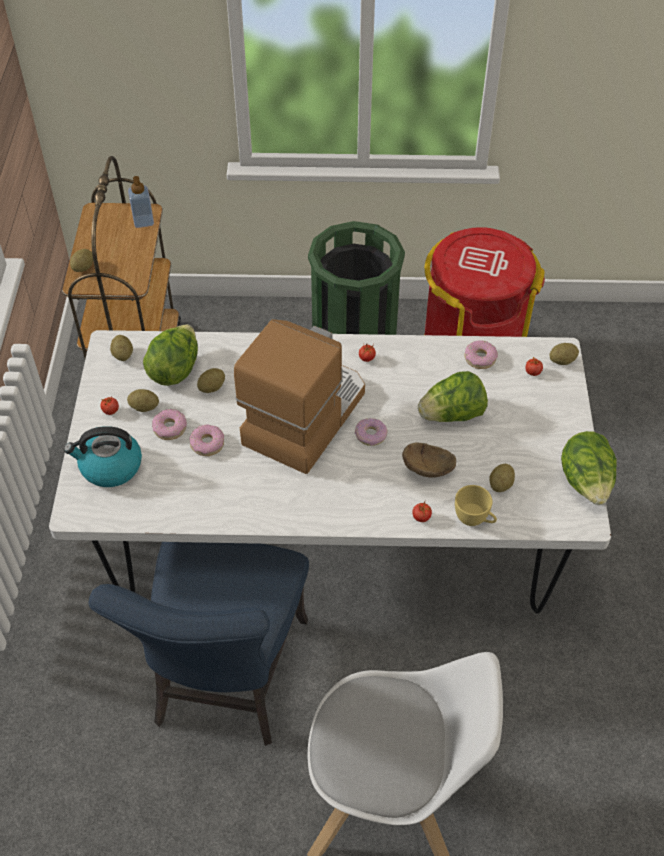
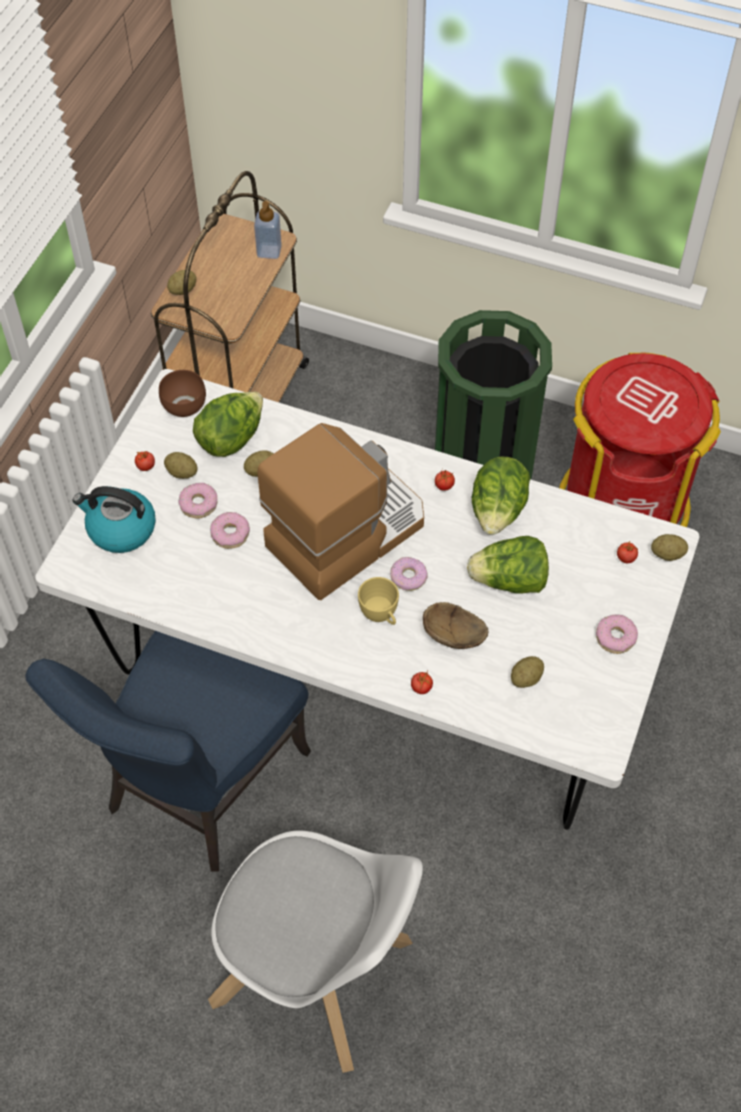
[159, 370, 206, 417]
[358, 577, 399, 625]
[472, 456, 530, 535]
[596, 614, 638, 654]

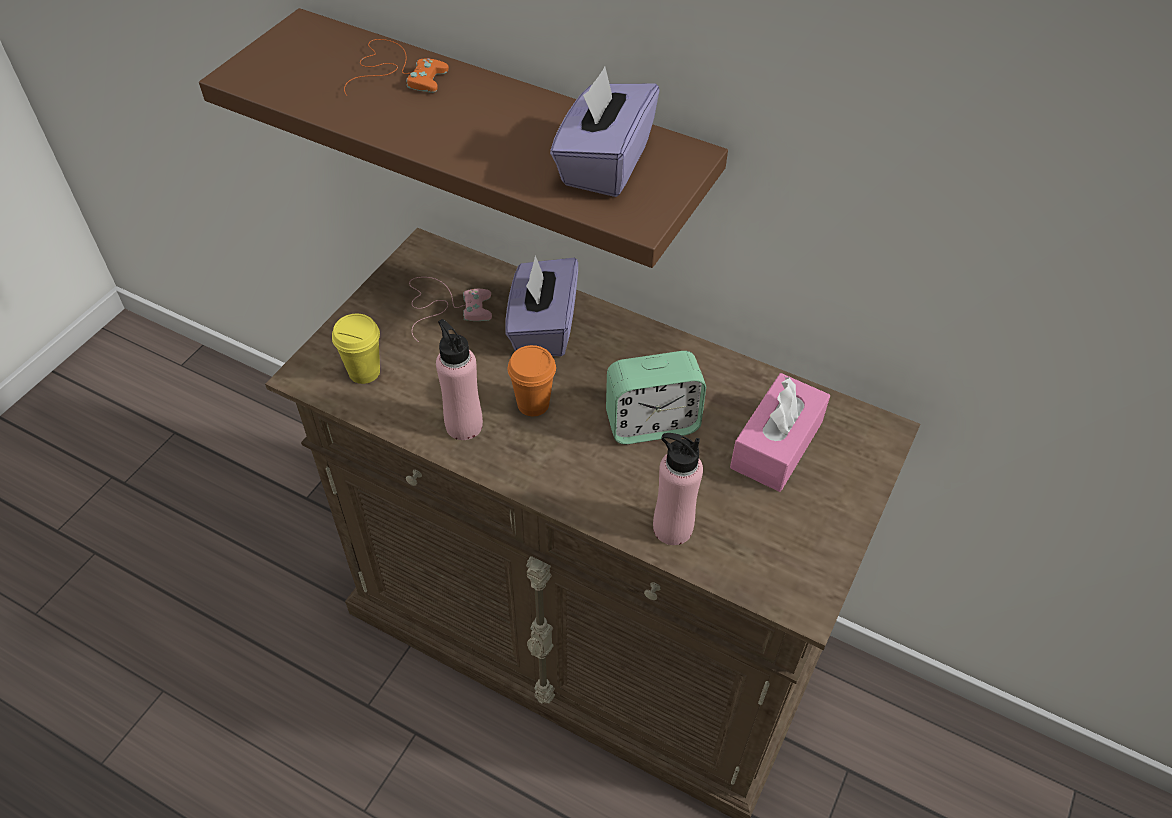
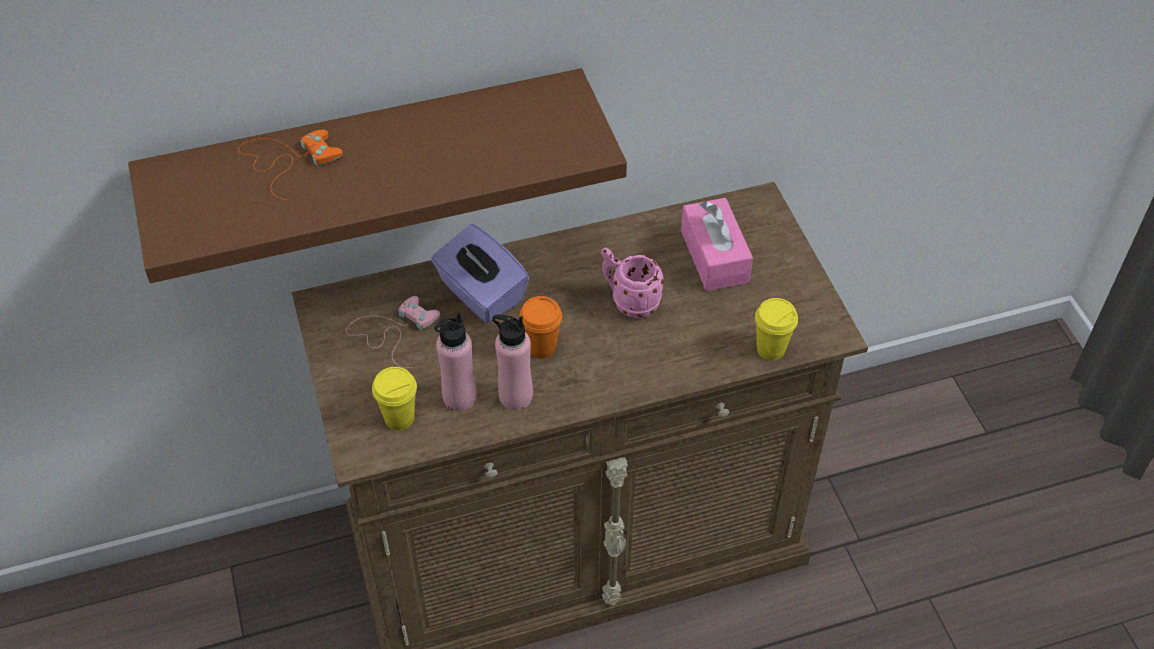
[434, 312, 477, 411]
[601, 248, 664, 318]
[755, 298, 798, 361]
[550, 67, 659, 197] (first image)

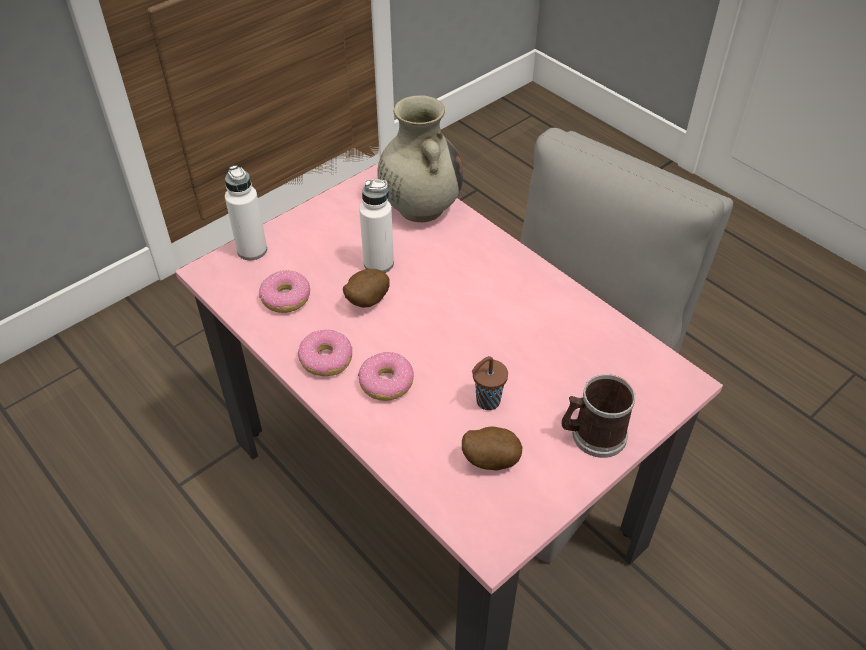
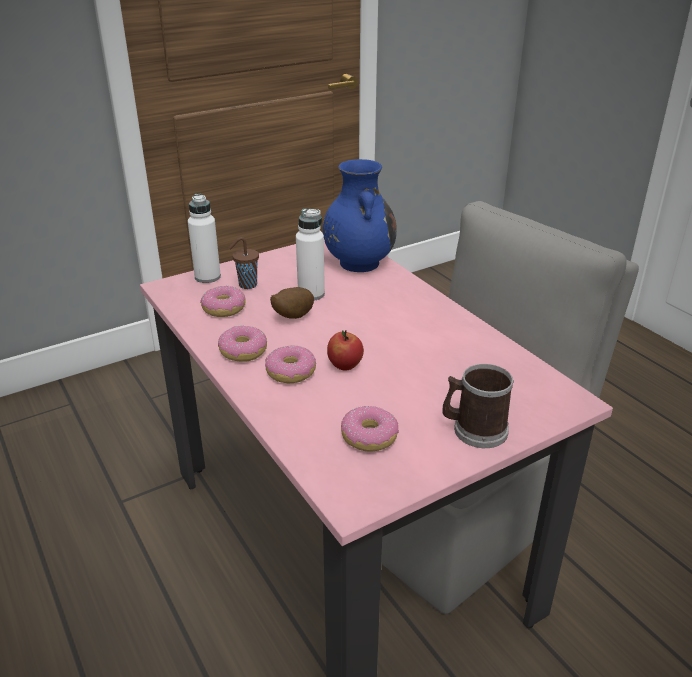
[229, 237, 259, 289]
[323, 159, 397, 272]
[327, 330, 364, 371]
[341, 406, 399, 452]

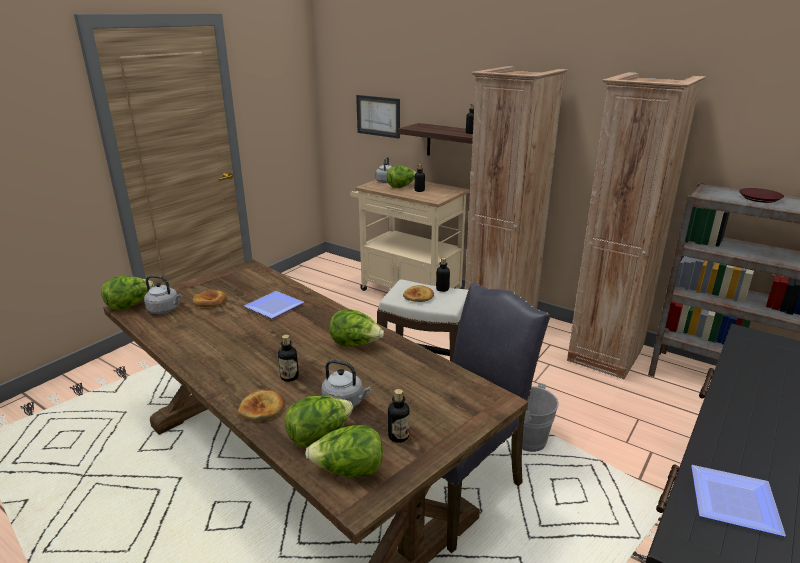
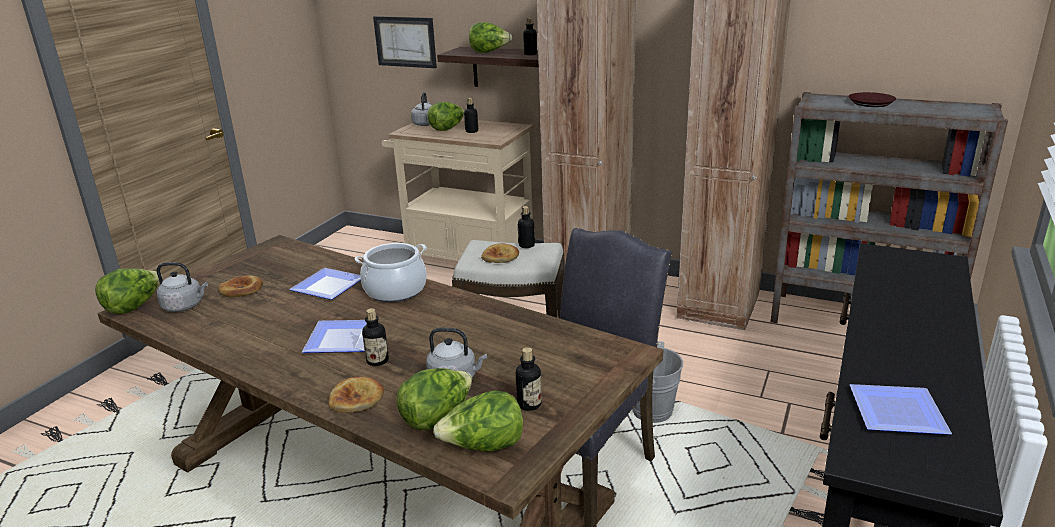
[302, 320, 367, 353]
[355, 243, 427, 302]
[469, 22, 512, 53]

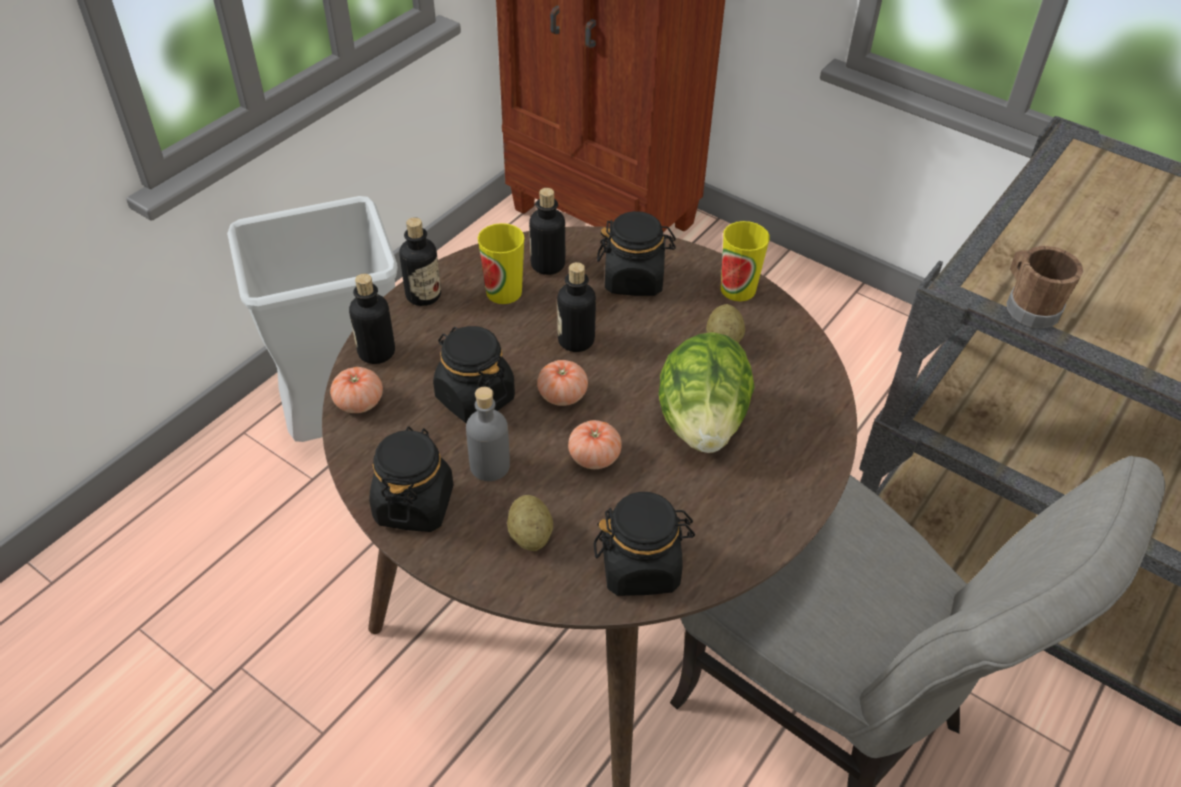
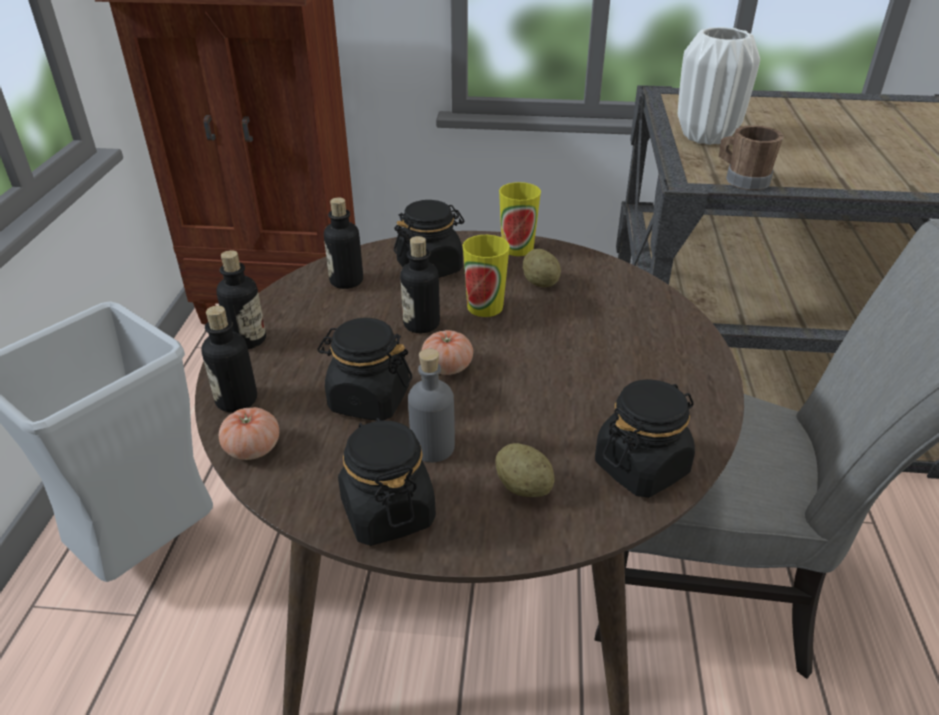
[462, 235, 510, 317]
[678, 27, 760, 145]
[568, 420, 622, 469] (first image)
[659, 332, 755, 453] (first image)

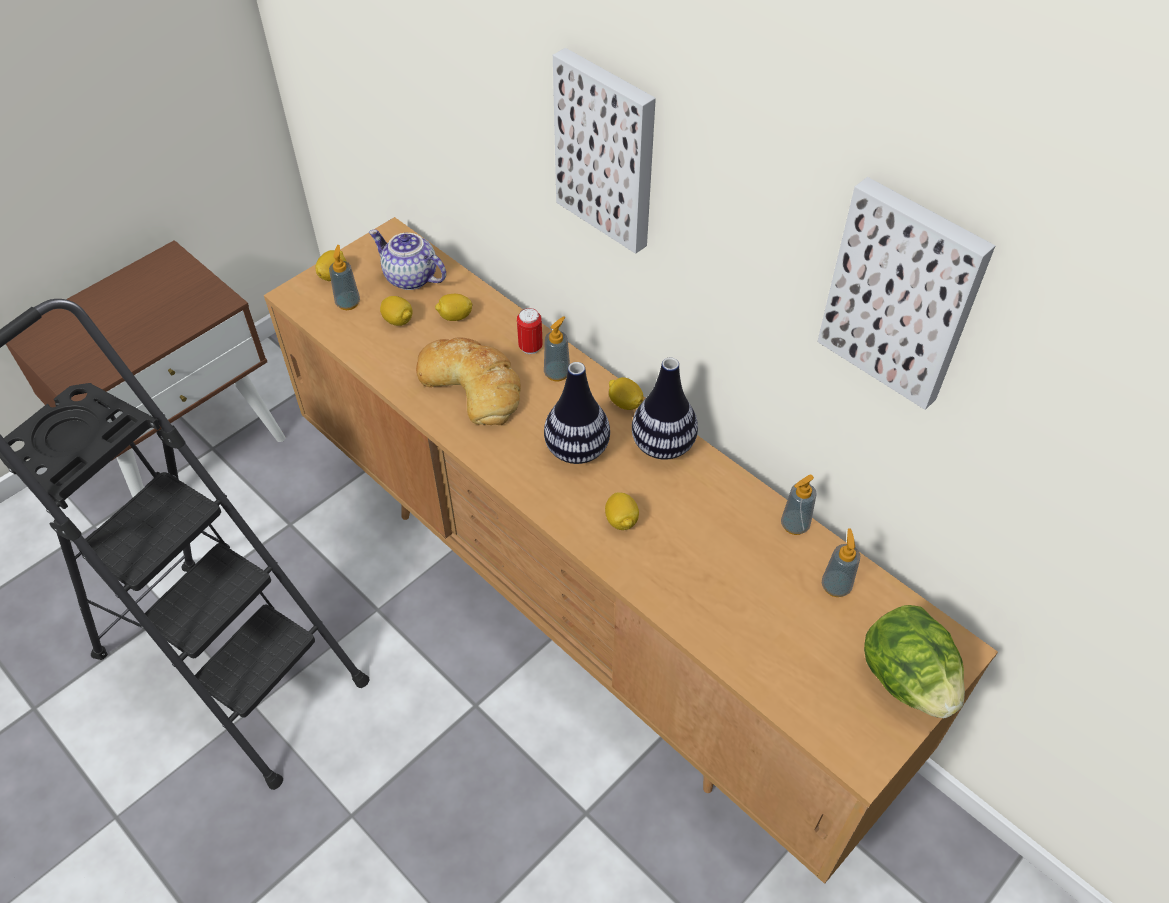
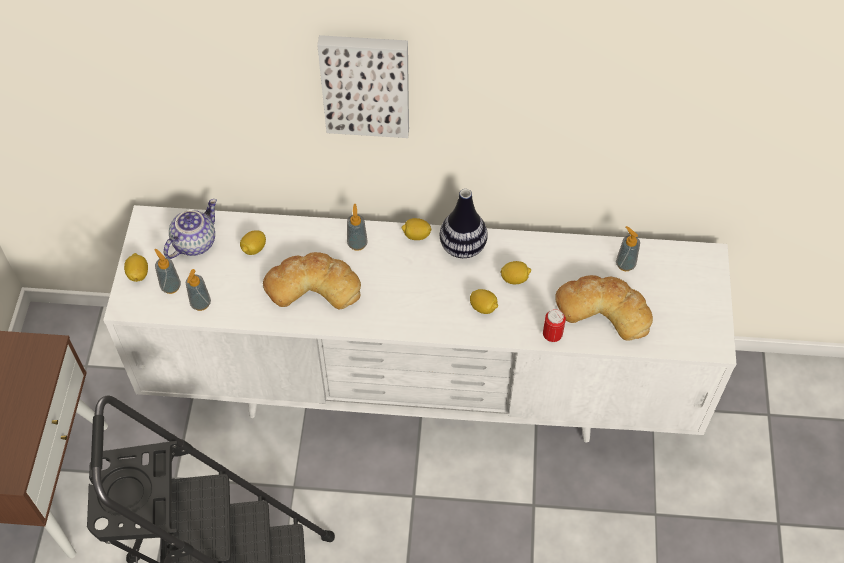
[103, 205, 736, 443]
[164, 199, 217, 259]
[186, 269, 211, 311]
[500, 261, 531, 284]
[543, 309, 566, 342]
[555, 275, 653, 341]
[544, 362, 610, 464] (first image)
[817, 177, 995, 410] (first image)
[864, 605, 965, 718] (first image)

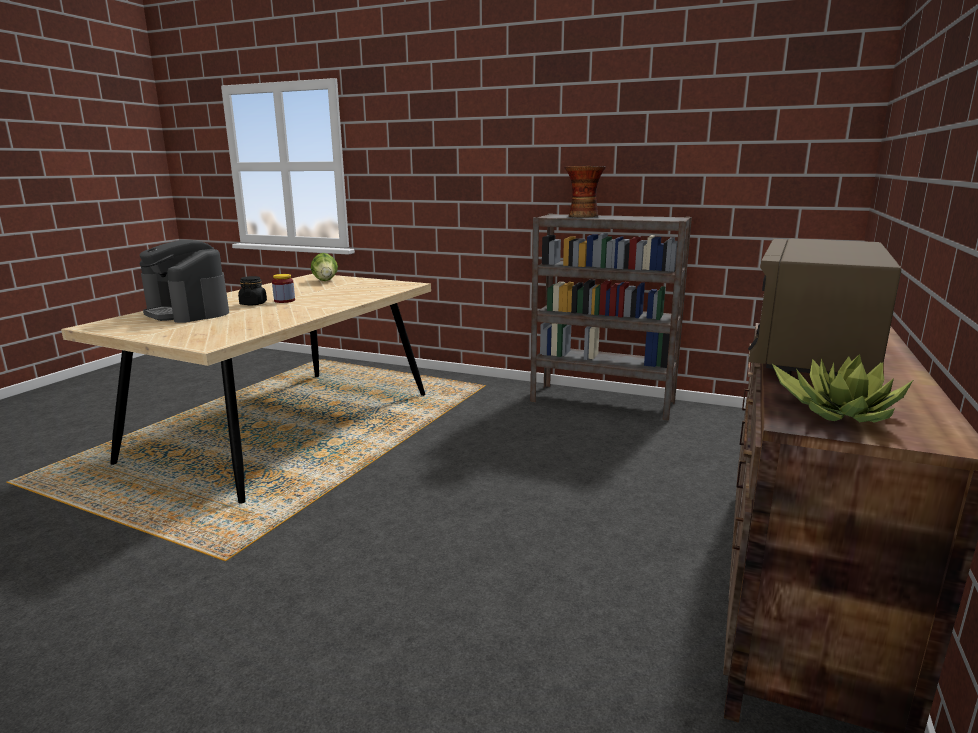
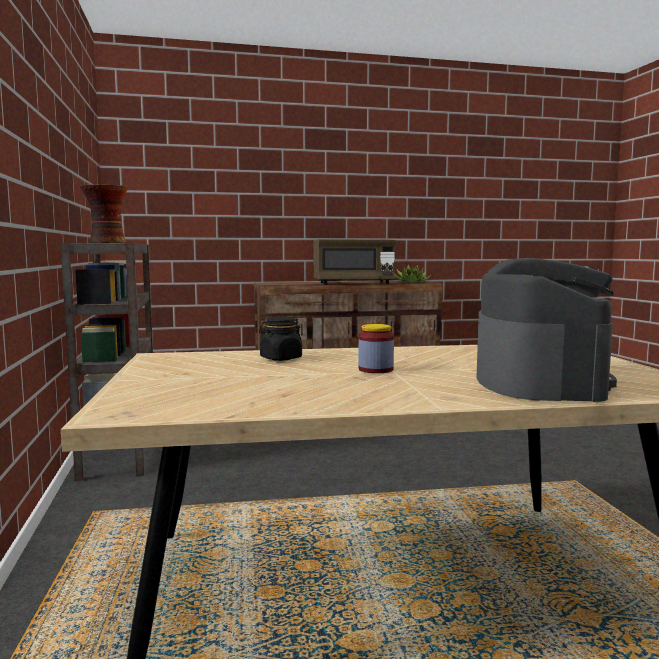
[259, 317, 302, 361]
[311, 253, 338, 281] (first image)

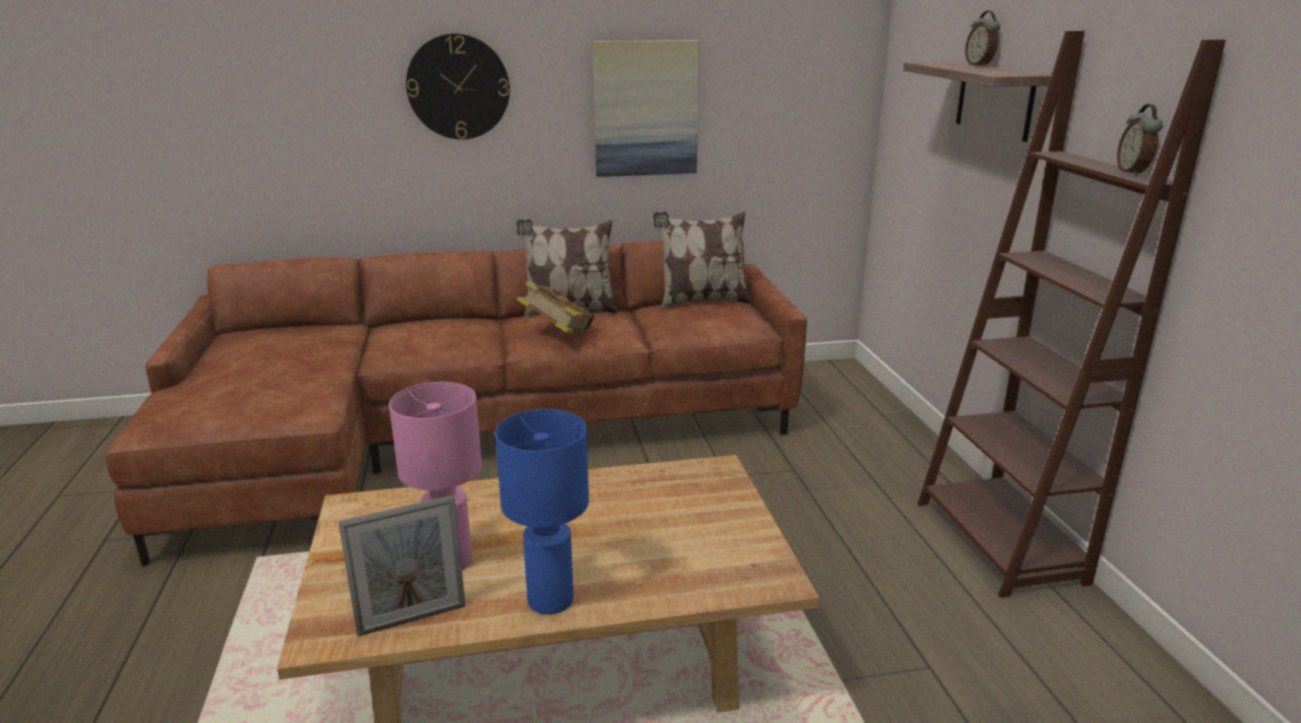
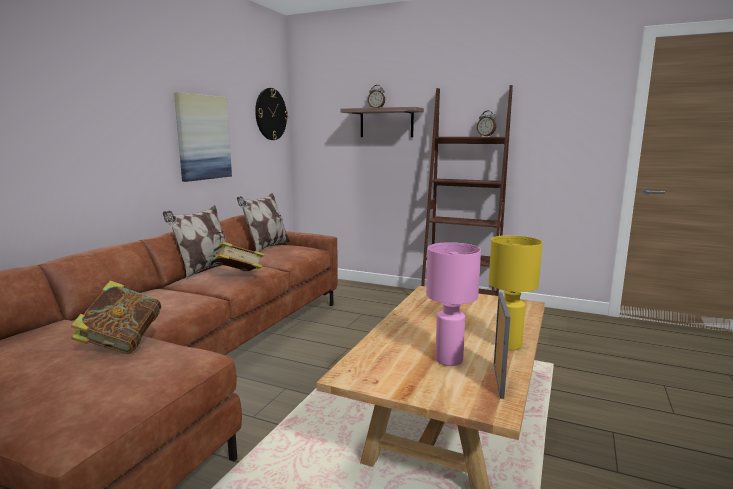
[71, 281, 161, 354]
[255, 88, 288, 140]
[489, 235, 542, 350]

